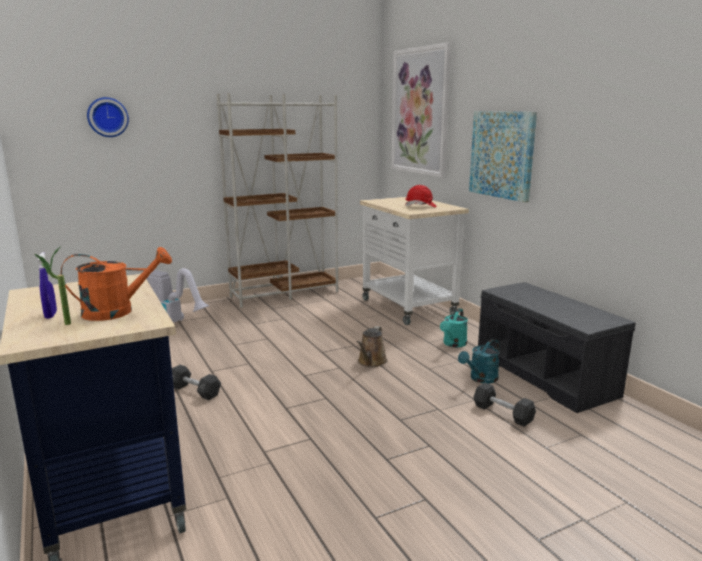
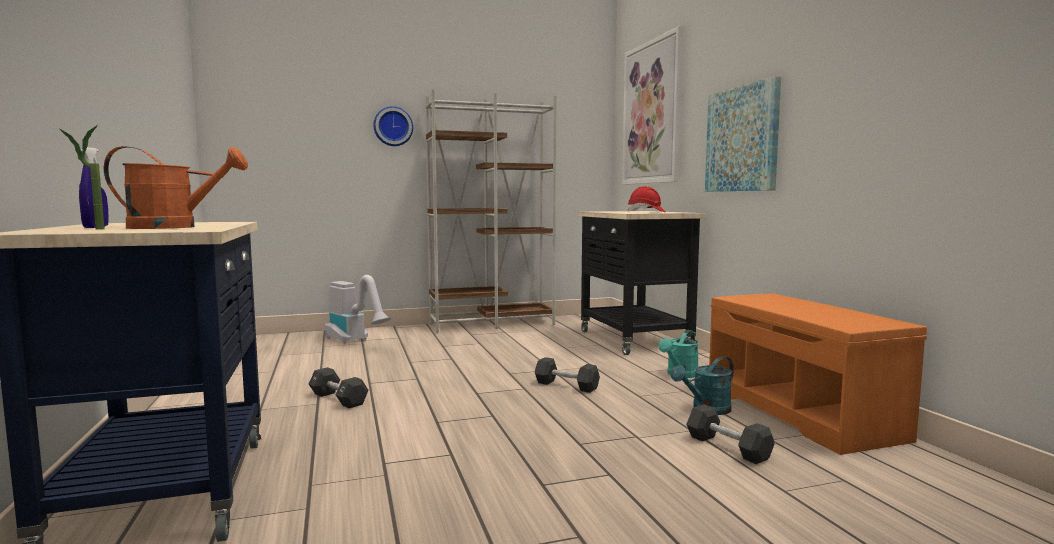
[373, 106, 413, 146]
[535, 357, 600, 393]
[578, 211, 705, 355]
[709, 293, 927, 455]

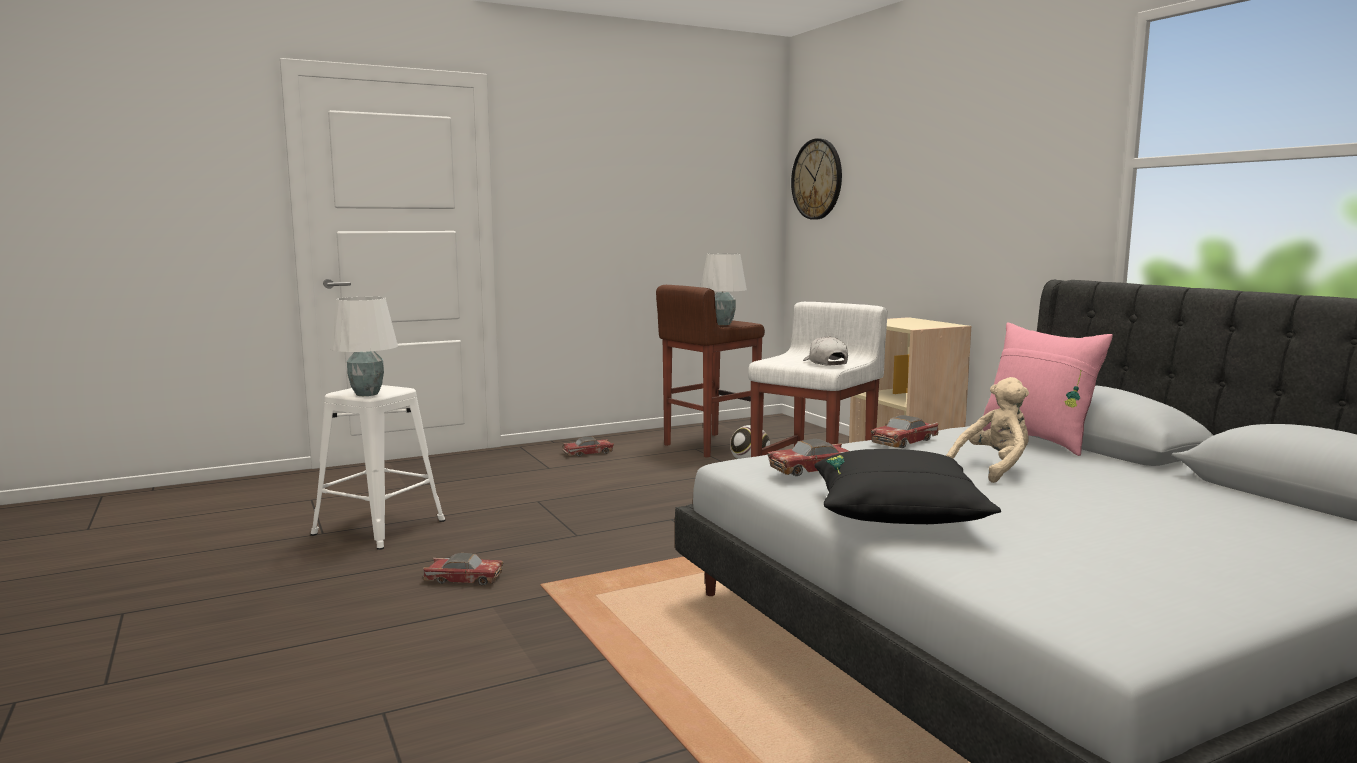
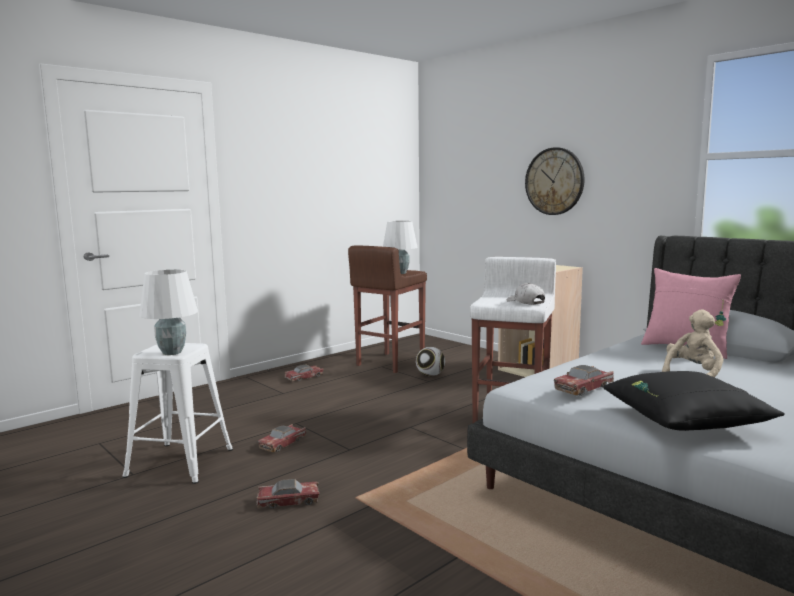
[257, 424, 307, 453]
[525, 147, 585, 215]

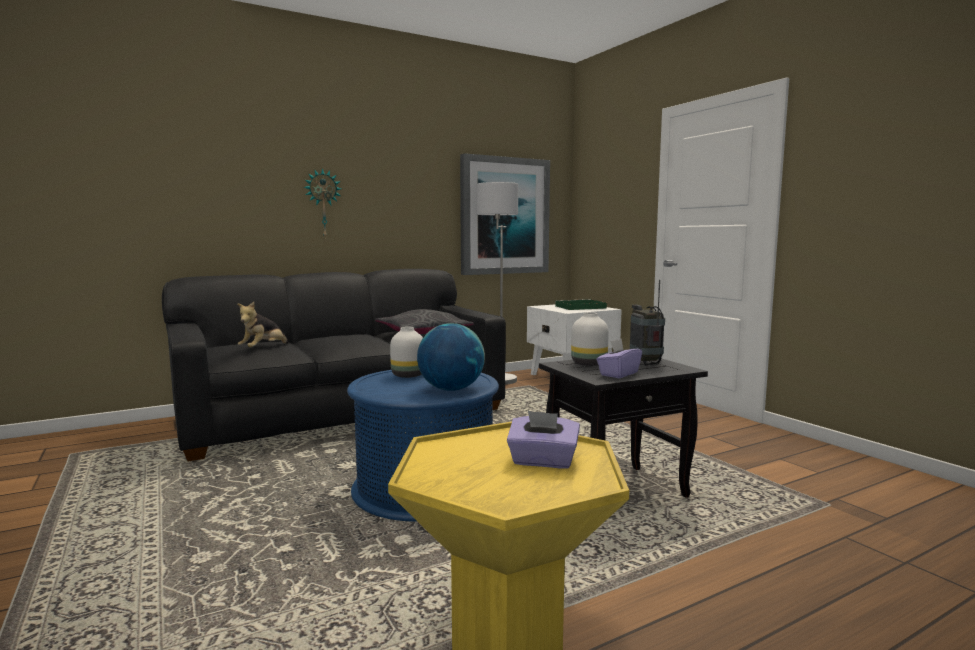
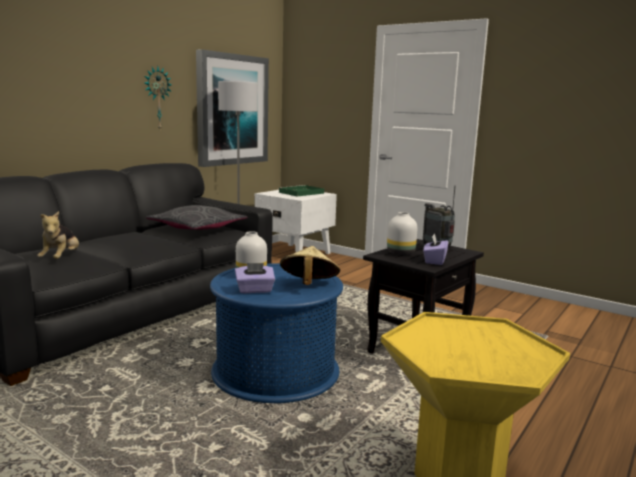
[144, 67, 172, 129]
[235, 263, 275, 293]
[280, 246, 340, 285]

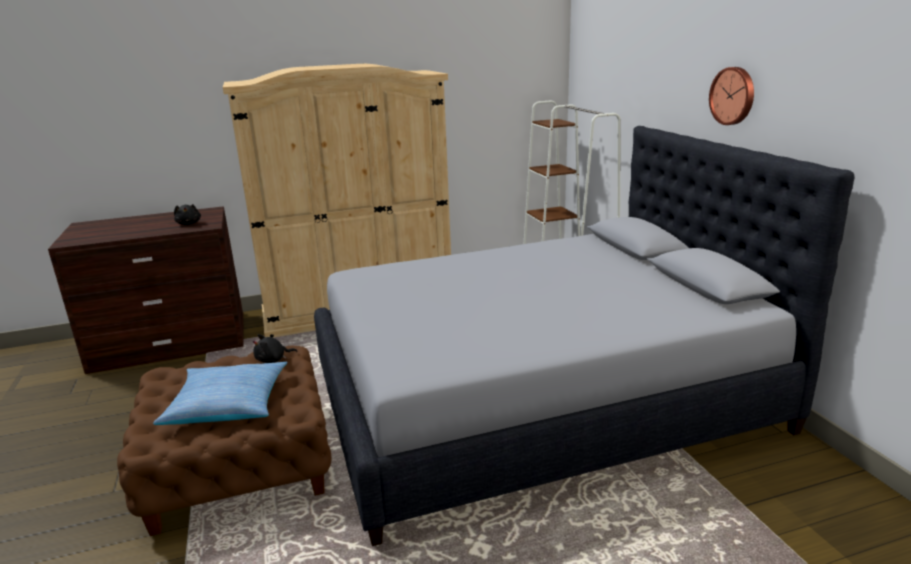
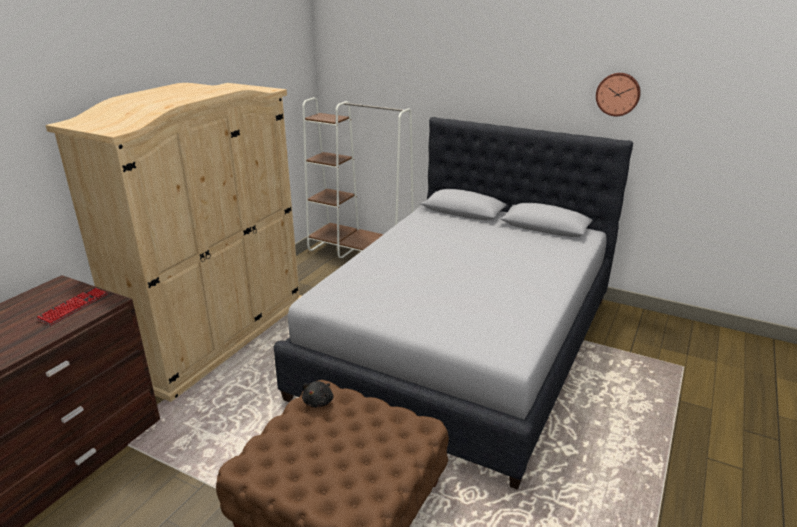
[36, 288, 108, 325]
[596, 73, 641, 116]
[153, 362, 287, 425] (first image)

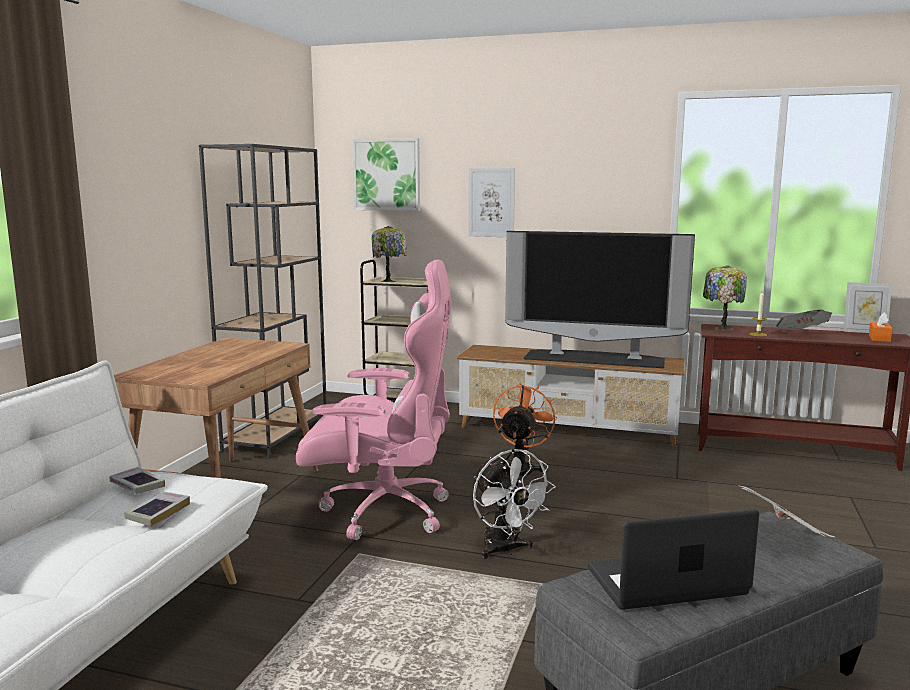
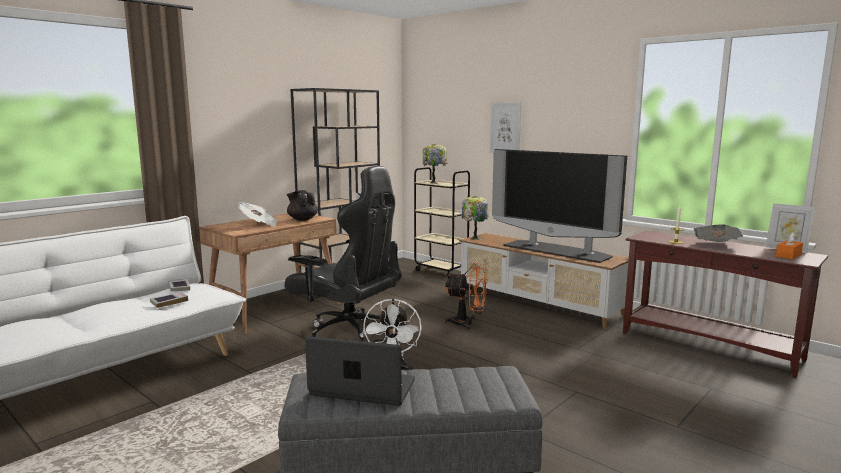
[238, 202, 278, 227]
[284, 166, 402, 342]
[287, 190, 318, 221]
[444, 263, 488, 330]
[462, 196, 489, 240]
[352, 138, 420, 211] (first image)

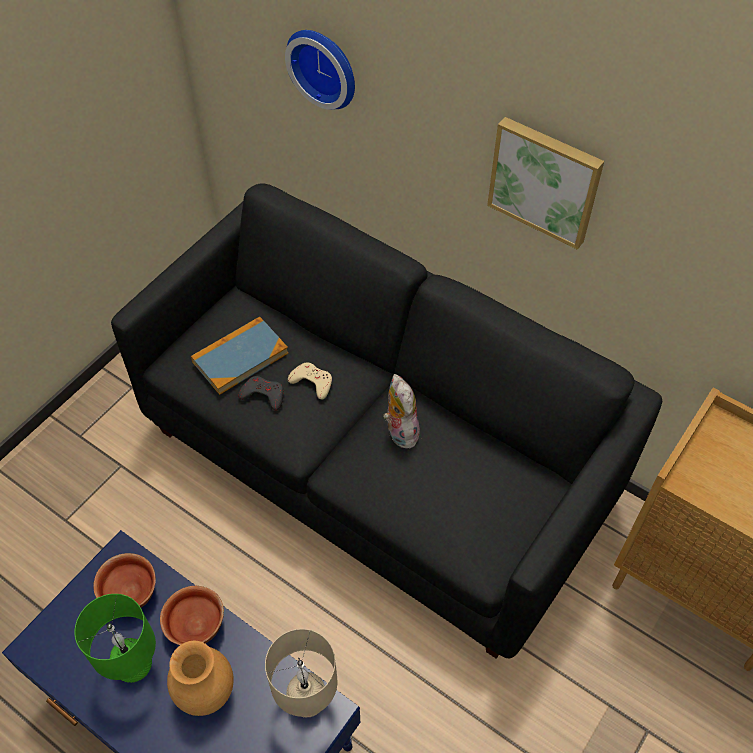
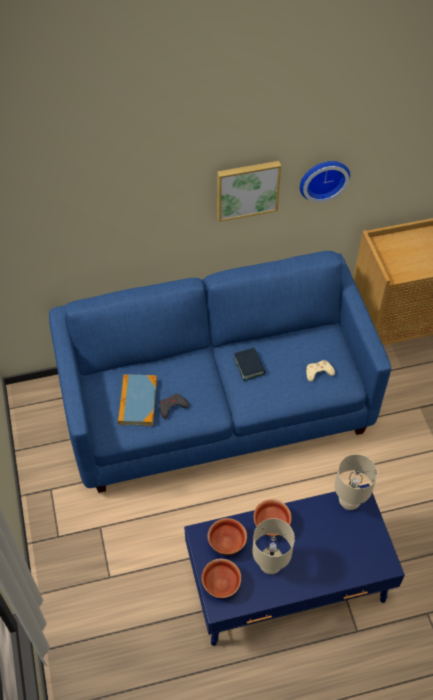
[49, 251, 391, 493]
[201, 558, 241, 598]
[234, 348, 265, 381]
[252, 518, 295, 574]
[300, 161, 350, 203]
[306, 360, 335, 382]
[167, 641, 234, 716] (first image)

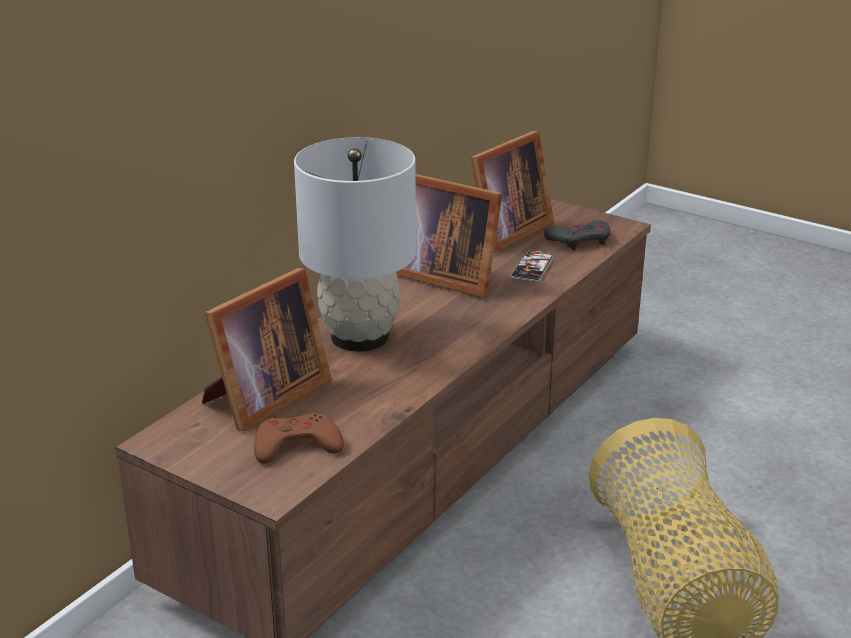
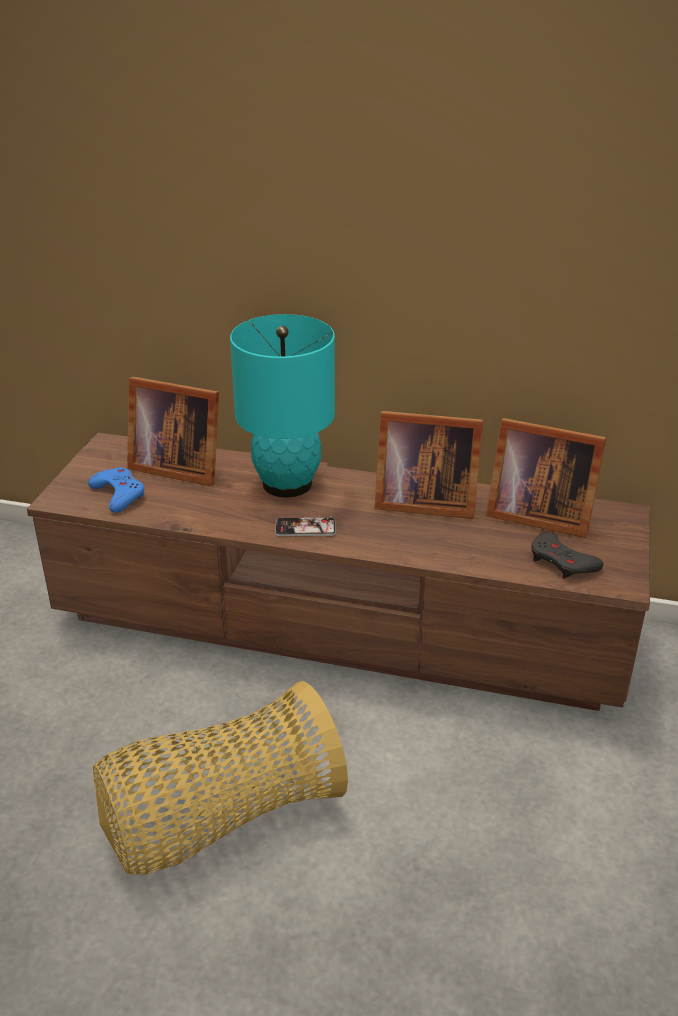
[88, 467, 144, 513]
[230, 314, 335, 497]
[275, 515, 336, 537]
[374, 411, 483, 519]

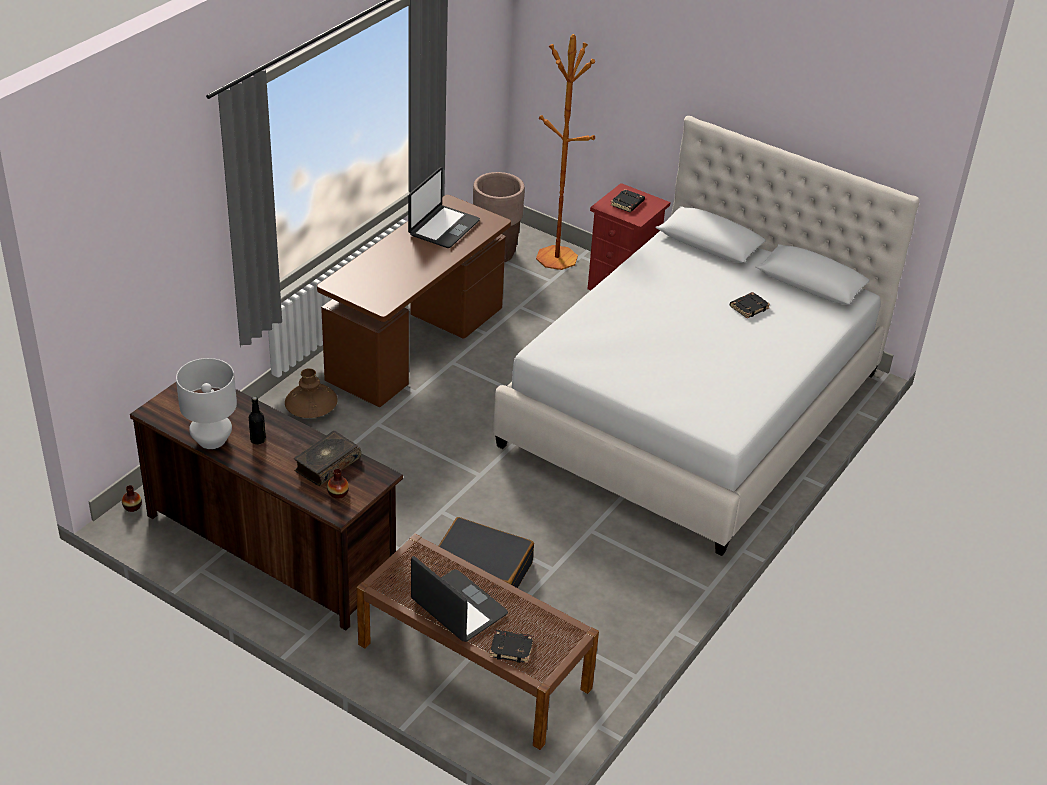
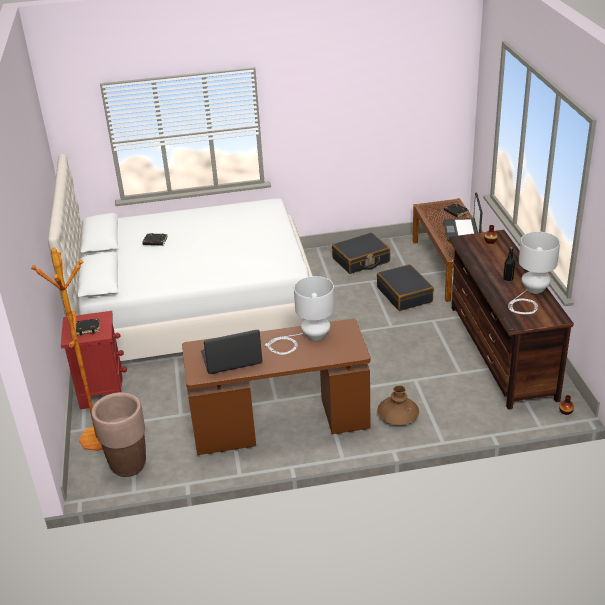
[265, 276, 335, 355]
[332, 233, 390, 274]
[294, 430, 361, 486] (first image)

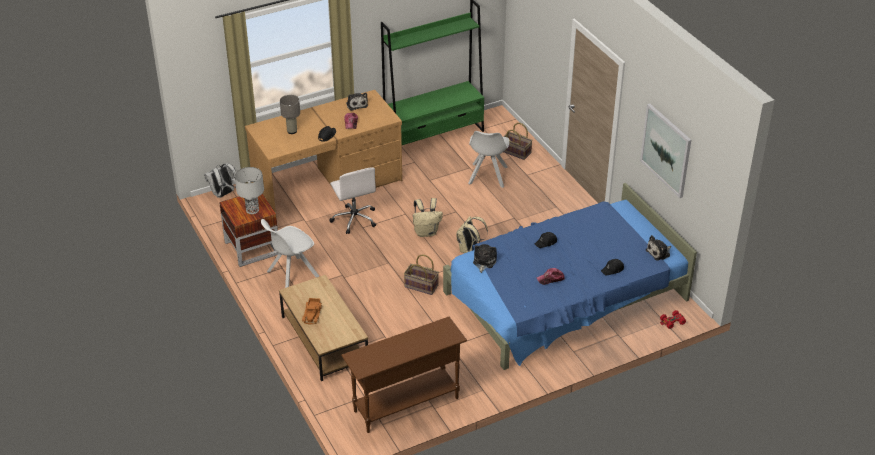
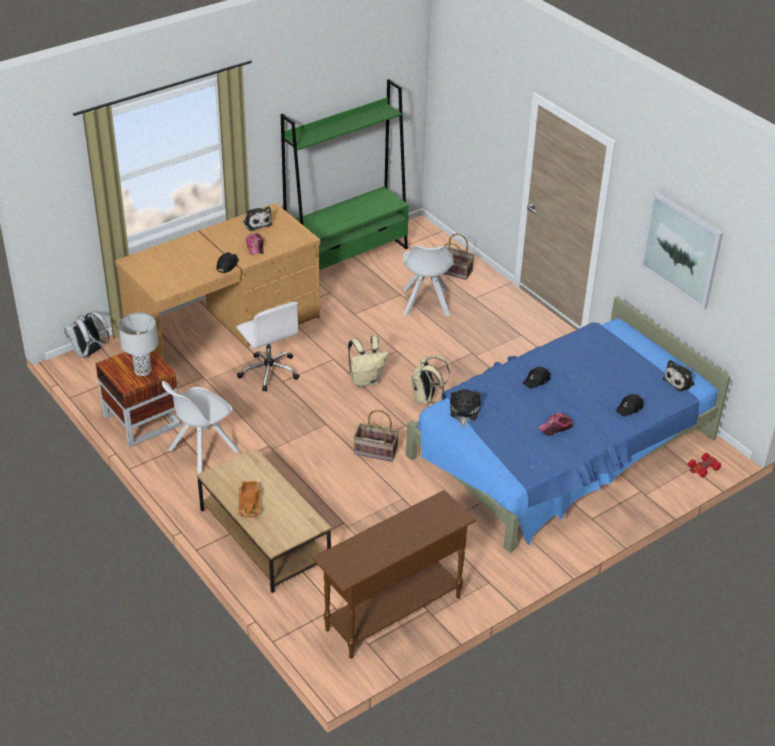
[280, 95, 300, 134] (first image)

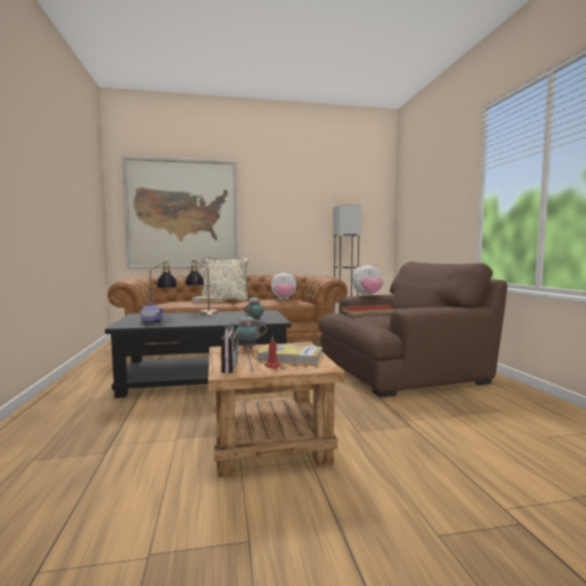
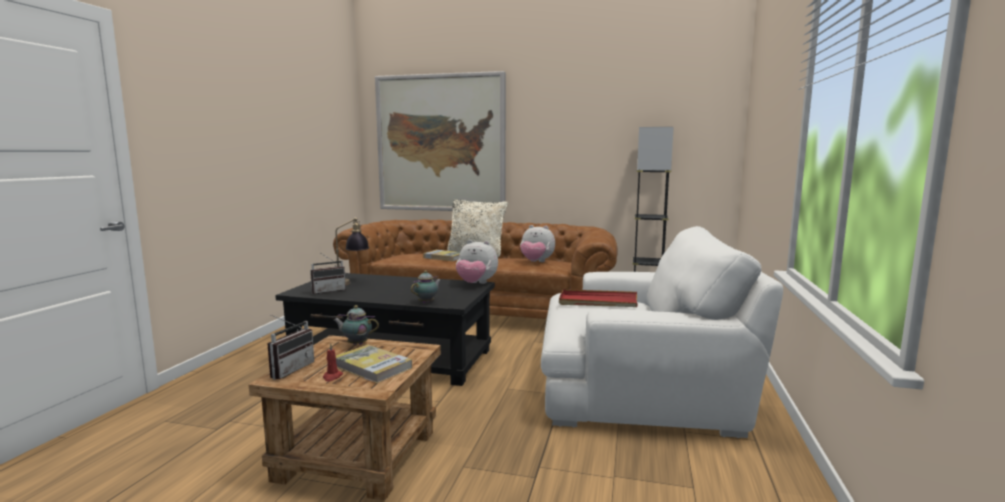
[310, 254, 346, 294]
[456, 240, 498, 284]
[541, 226, 783, 438]
[185, 259, 218, 315] (first image)

